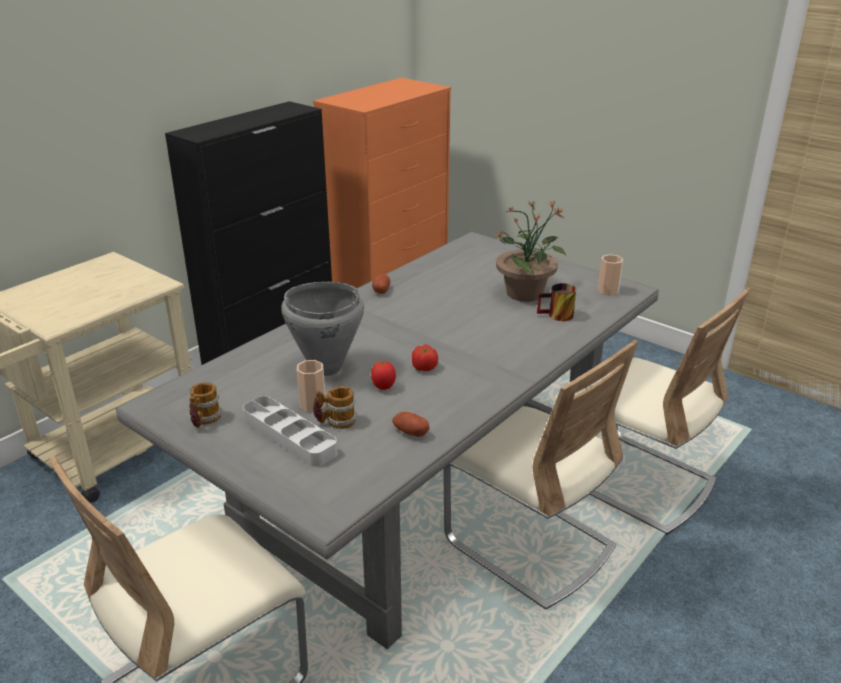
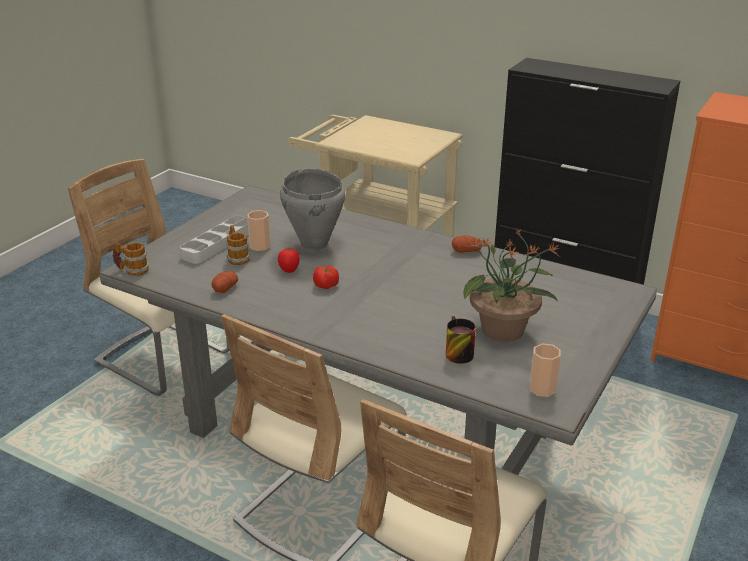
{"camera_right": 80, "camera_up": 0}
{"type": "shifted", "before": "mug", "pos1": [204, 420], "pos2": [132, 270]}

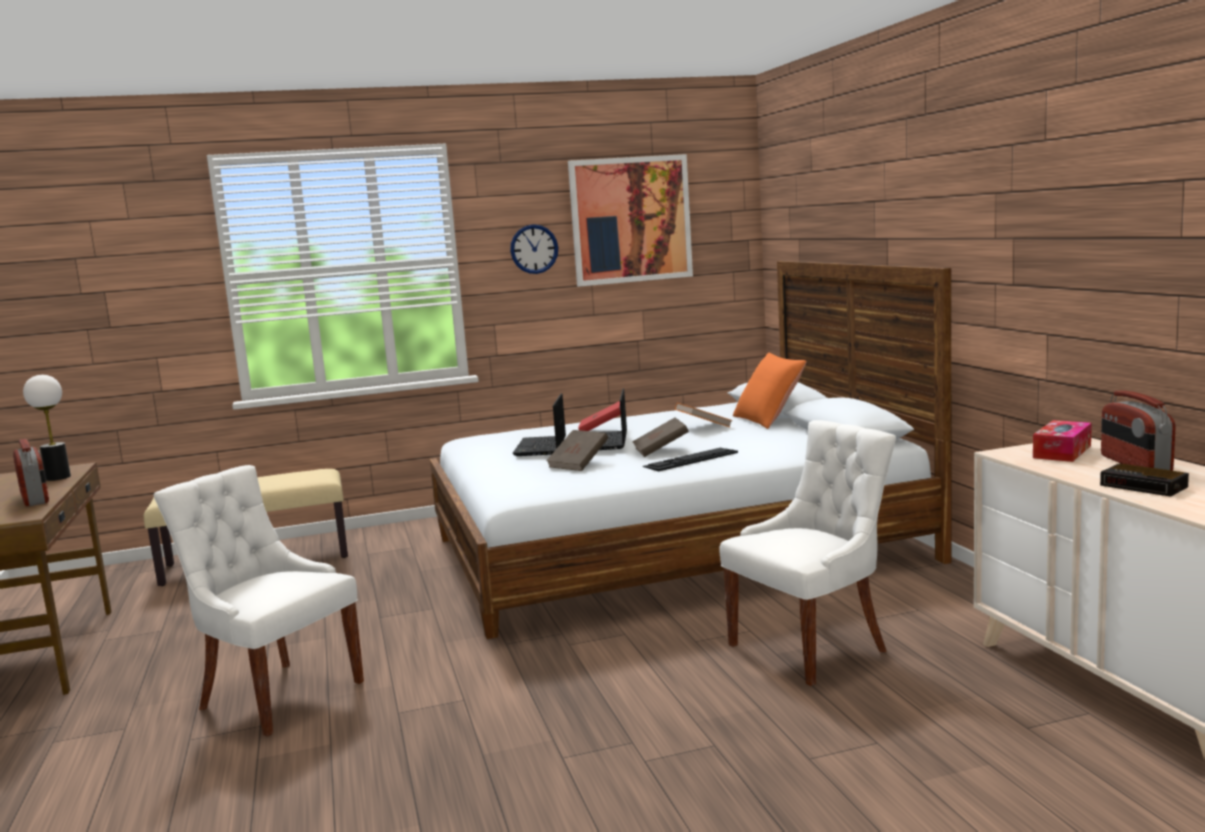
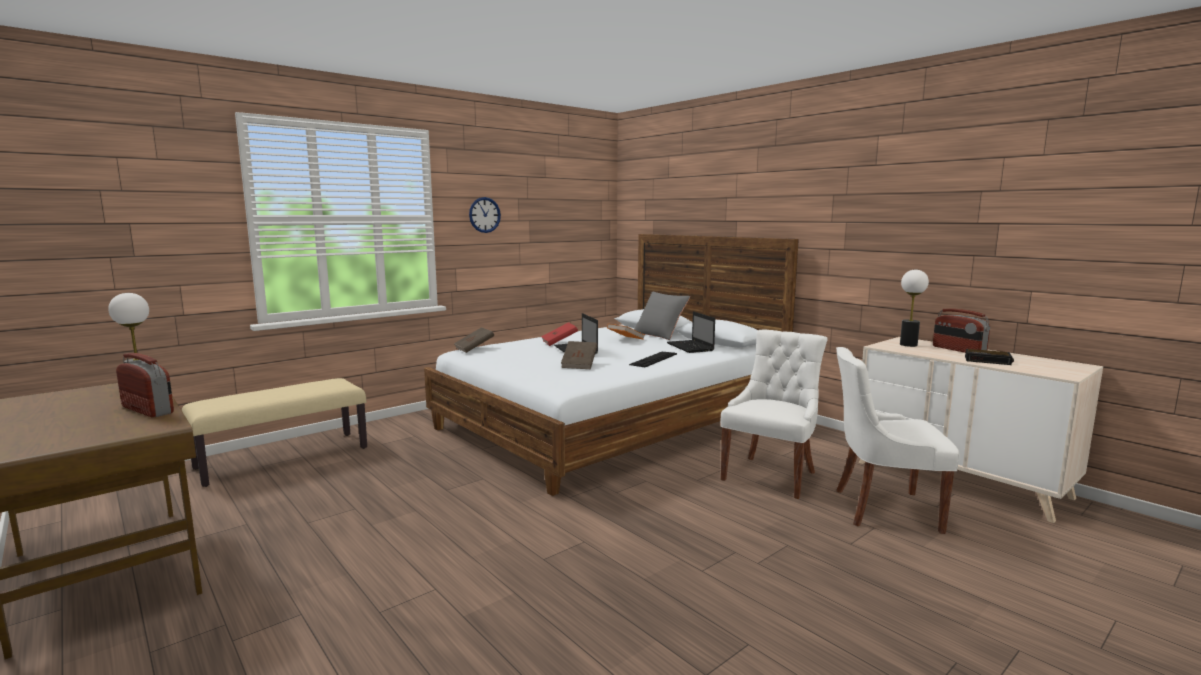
{"camera_right": -25, "camera_up": 0}
{"type": "shifted", "before": "white chair", "pos1": [277, 695], "pos2": [883, 509]}
{"type": "shifted", "before": "laptop", "pos1": [541, 448], "pos2": [691, 347]}
{"type": "gone", "before": "picture", "pos1": [631, 220]}
{"type": "shifted", "before": "brown book", "pos1": [661, 450], "pos2": [474, 348]}
{"type": "repainted", "before": "orange pillow", "after": "grey pillow", "pos1": [769, 419], "pos2": [660, 334]}
{"type": "swapped", "before": "tissue box", "after": "table lamp", "pos1": [1062, 452], "pos2": [908, 345]}

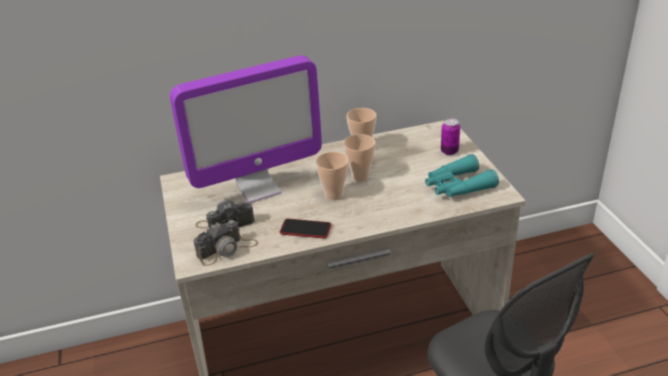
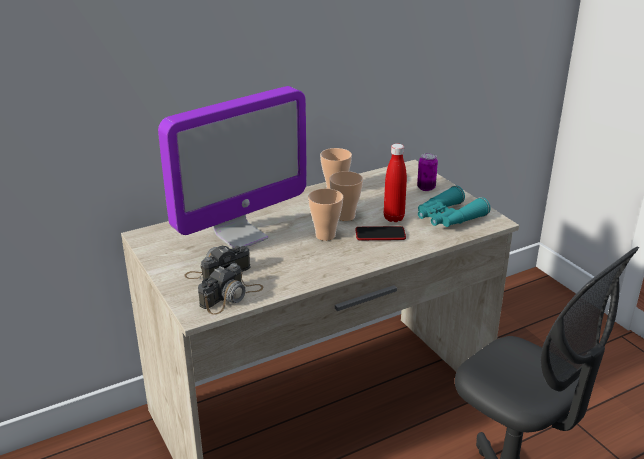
{"camera_right": -15, "camera_up": -5}
{"type": "shifted", "before": "phone", "pos1": [305, 229], "pos2": [380, 234]}
{"type": "new", "after": "red bottle", "pos2": [393, 218]}

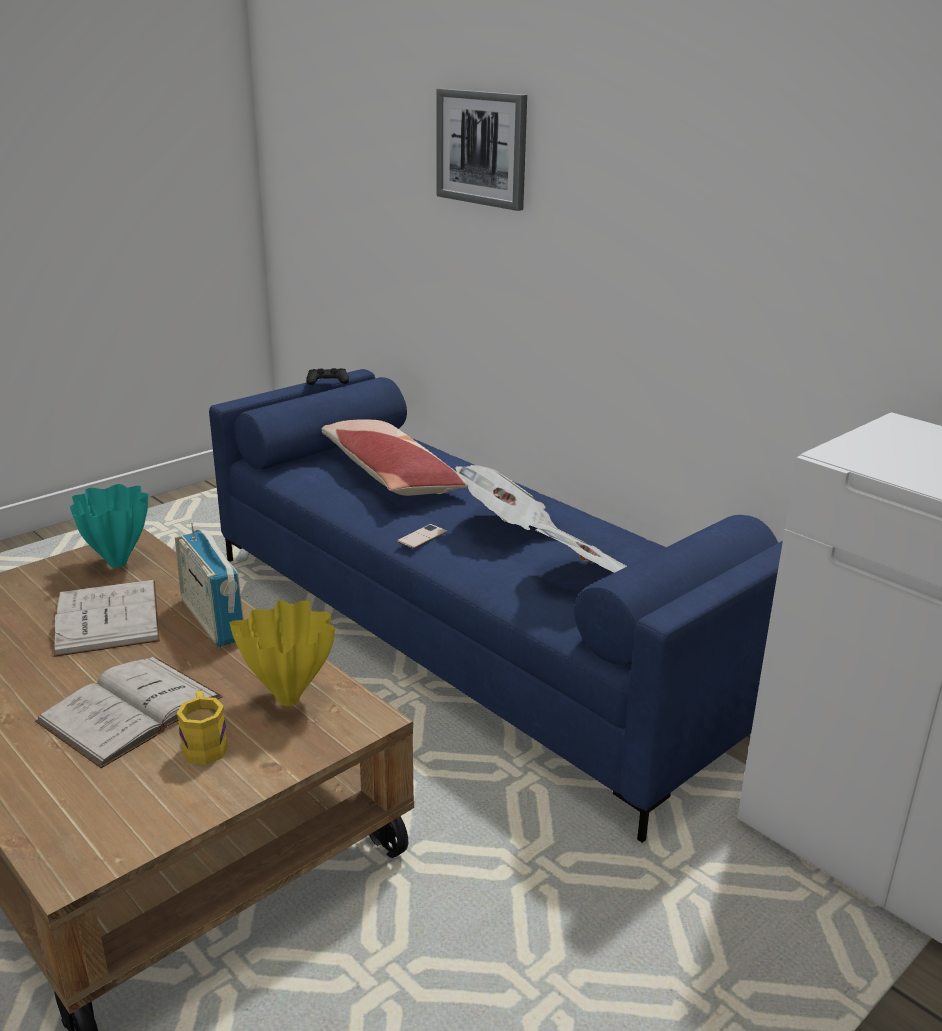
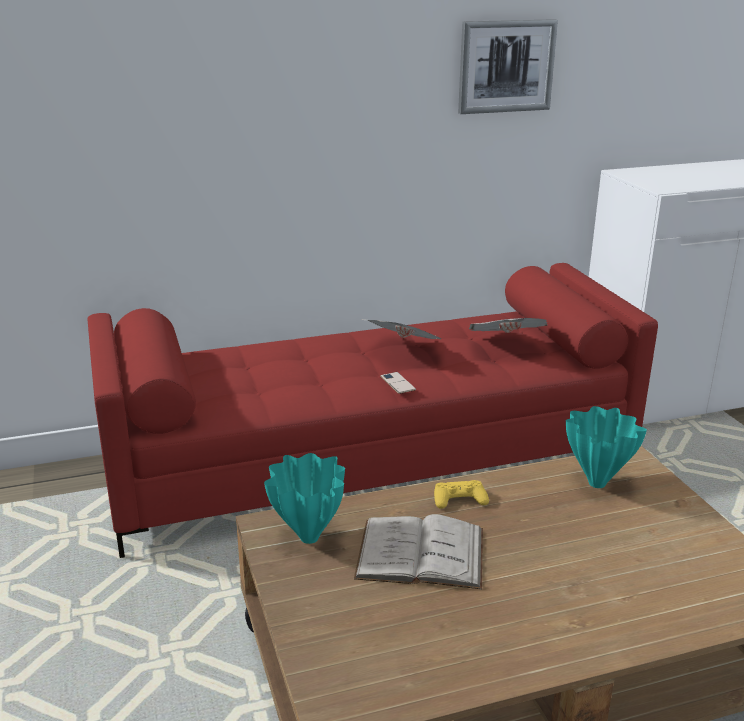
{"camera_right": -65, "camera_up": 0}
{"type": "gone", "before": "white book", "pos1": [130, 709]}
{"type": "swapped", "before": "radio", "after": "yellow game controller", "pos1": [213, 620], "pos2": [459, 499]}
{"type": "gone", "before": "yellow mug", "pos1": [204, 744]}
{"type": "repainted", "before": "blue sofa", "after": "red sofa", "pos1": [472, 637], "pos2": [372, 461]}
{"type": "repainted", "before": "yellow vase", "after": "turquoise vase", "pos1": [290, 699], "pos2": [597, 482]}
{"type": "gone", "before": "black game controller", "pos1": [327, 381]}
{"type": "gone", "before": "pillow", "pos1": [390, 475]}
{"type": "shifted", "before": "picture", "pos1": [482, 148], "pos2": [506, 66]}

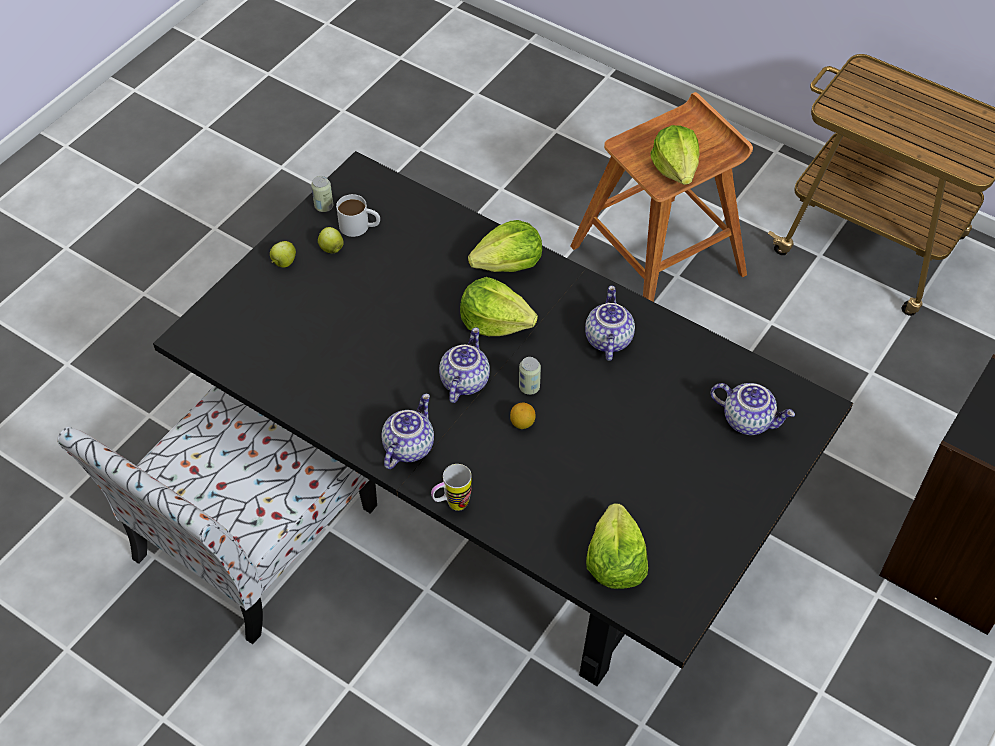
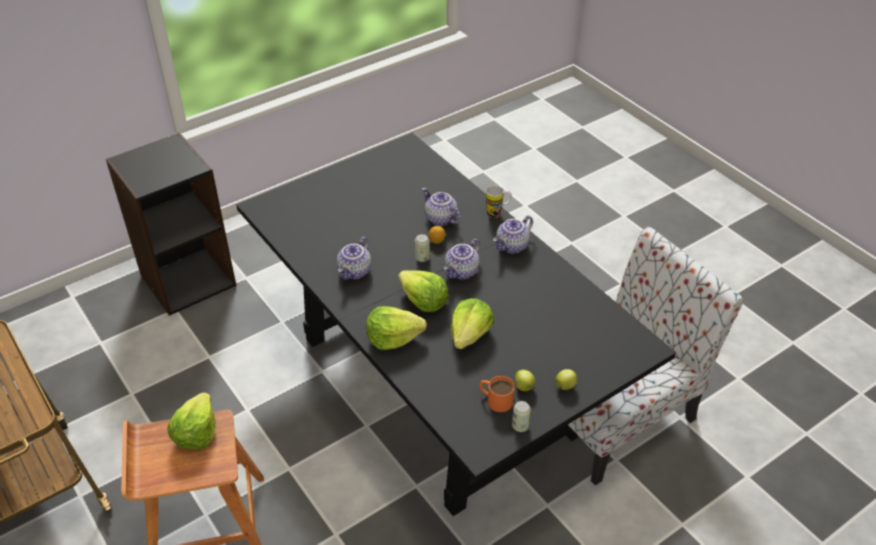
{"camera_right": -160, "camera_up": -10}
{"type": "repainted", "before": "white mug", "after": "orange mug", "pos1": [360, 226], "pos2": [495, 399]}
{"type": "shifted", "before": "lettuce", "pos1": [615, 561], "pos2": [470, 335]}
{"type": "shifted", "before": "teapot", "pos1": [748, 419], "pos2": [440, 219]}

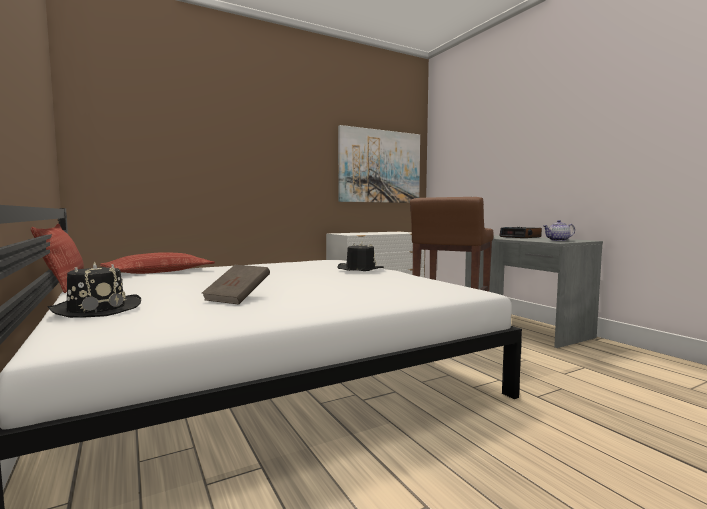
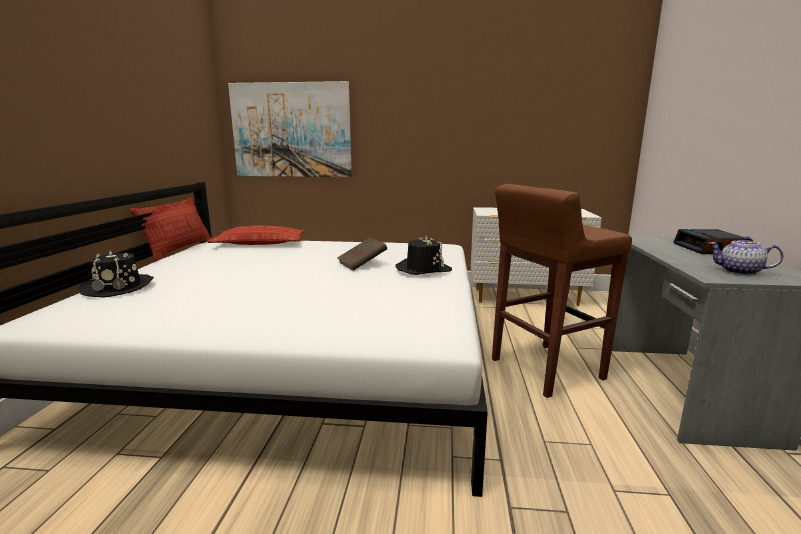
{"camera_right": 35, "camera_up": 10}
{"type": "shifted", "before": "brown book", "pos1": [237, 298], "pos2": [362, 264]}
{"type": "shifted", "before": "picture", "pos1": [380, 166], "pos2": [291, 130]}

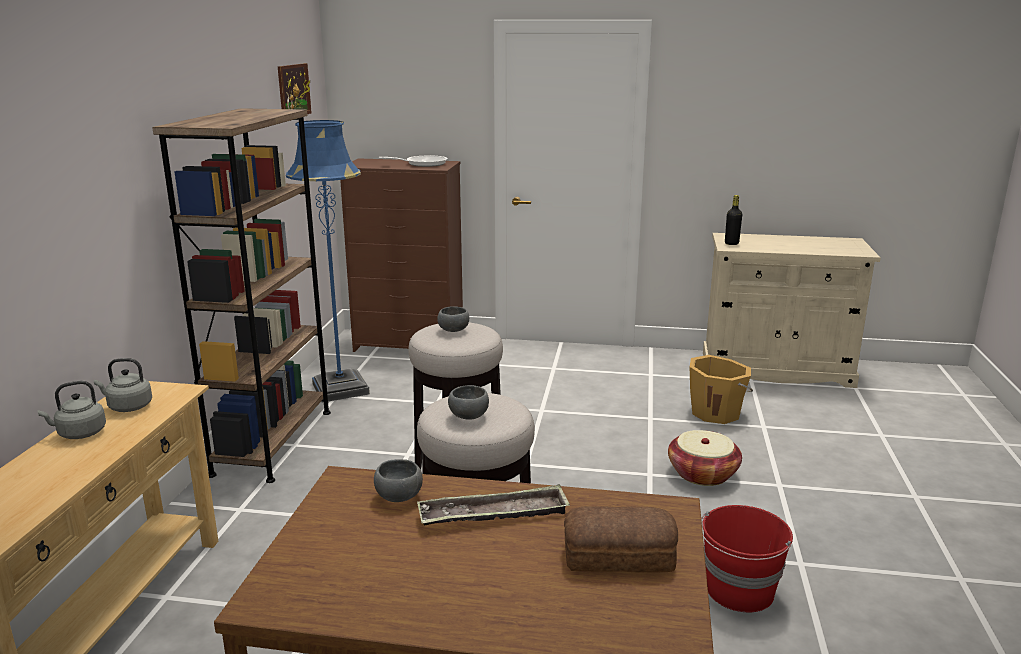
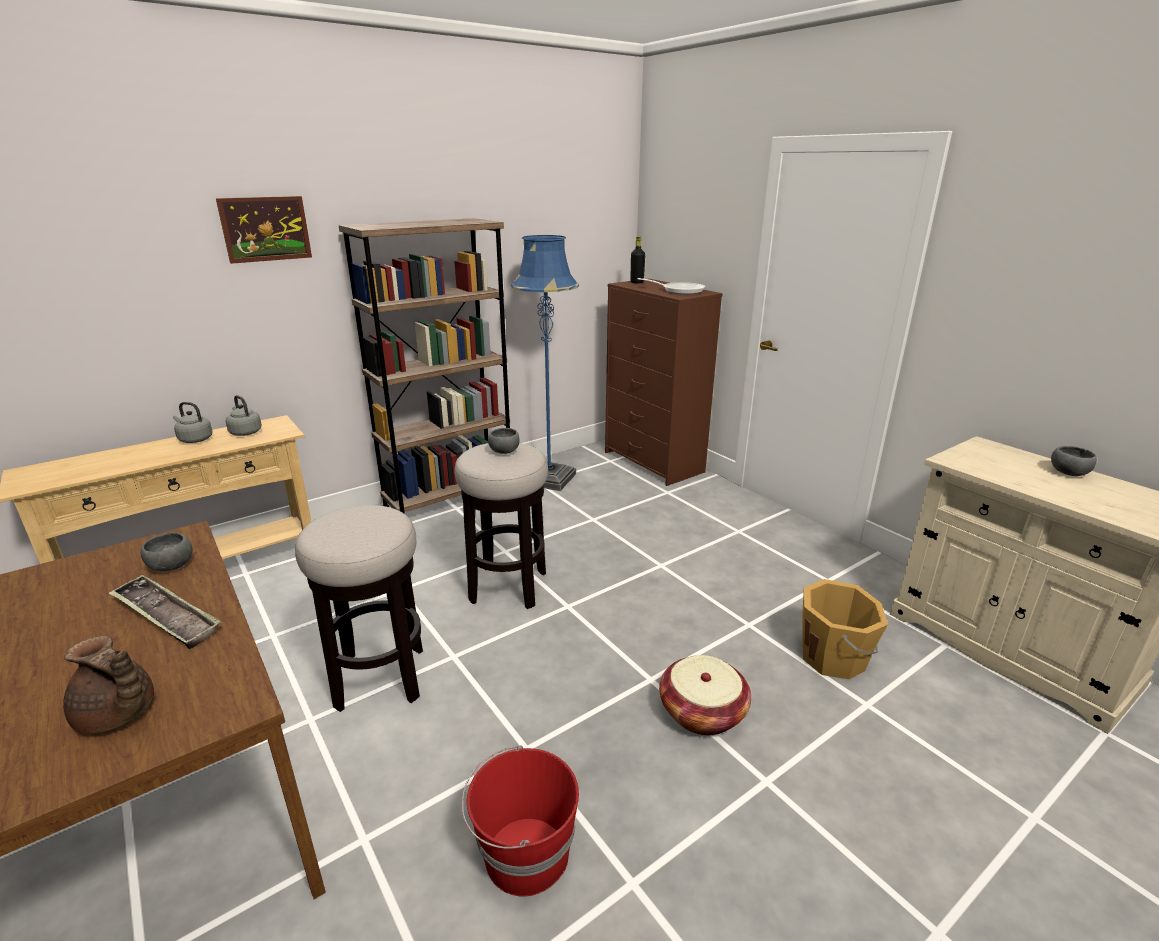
{"camera_right": 45, "camera_up": 5}
{"type": "shifted", "before": "picture", "pos1": [293, 91], "pos2": [265, 229]}
{"type": "shifted", "before": "grey bowl", "pos1": [469, 417], "pos2": [1068, 473]}
{"type": "swapped", "before": "bread", "after": "brown teapot", "pos1": [620, 556], "pos2": [118, 715]}
{"type": "shifted", "before": "black bottle", "pos1": [731, 243], "pos2": [637, 282]}

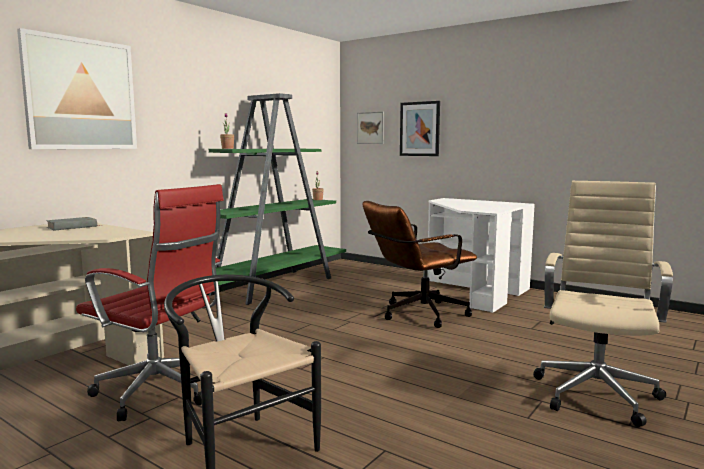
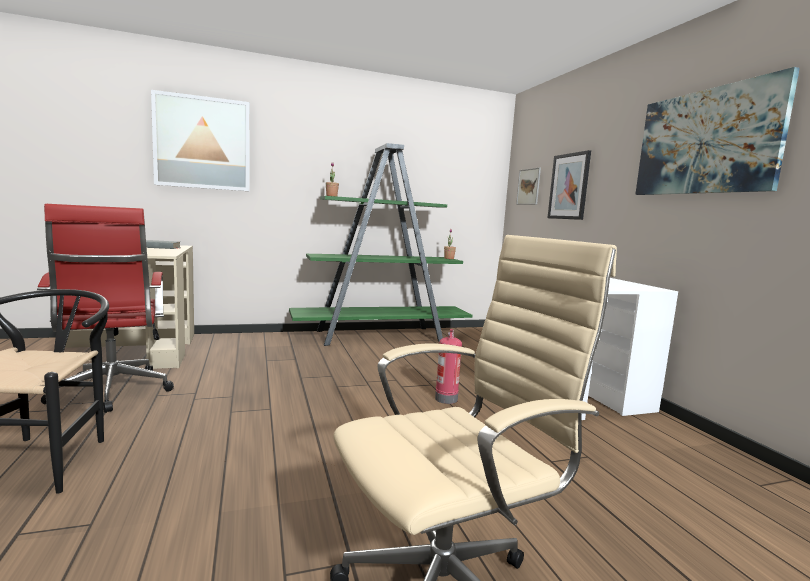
{"camera_right": 35, "camera_up": 0}
{"type": "swapped", "before": "brown office chair", "after": "fire extinguisher", "pos1": [416, 315], "pos2": [446, 398]}
{"type": "new", "after": "picture", "pos2": [705, 142]}

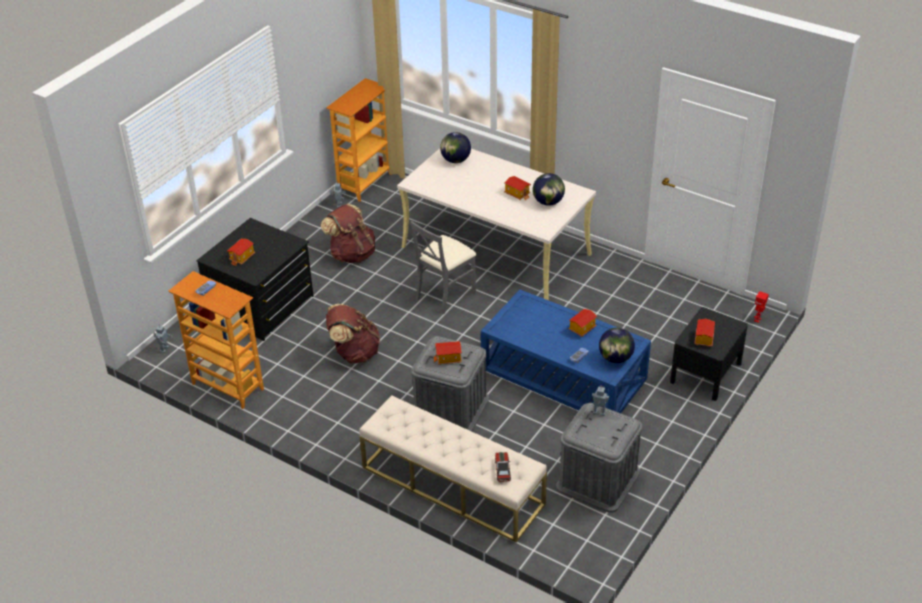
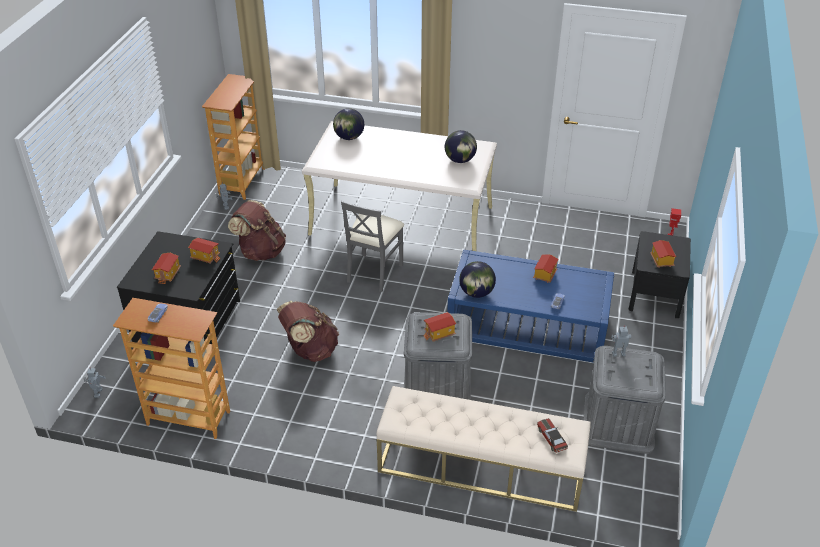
{"camera_right": -20, "camera_up": 0}
{"type": "shifted", "before": "toy house", "pos1": [517, 194], "pos2": [206, 257]}
{"type": "shifted", "before": "globe", "pos1": [615, 358], "pos2": [476, 293]}

